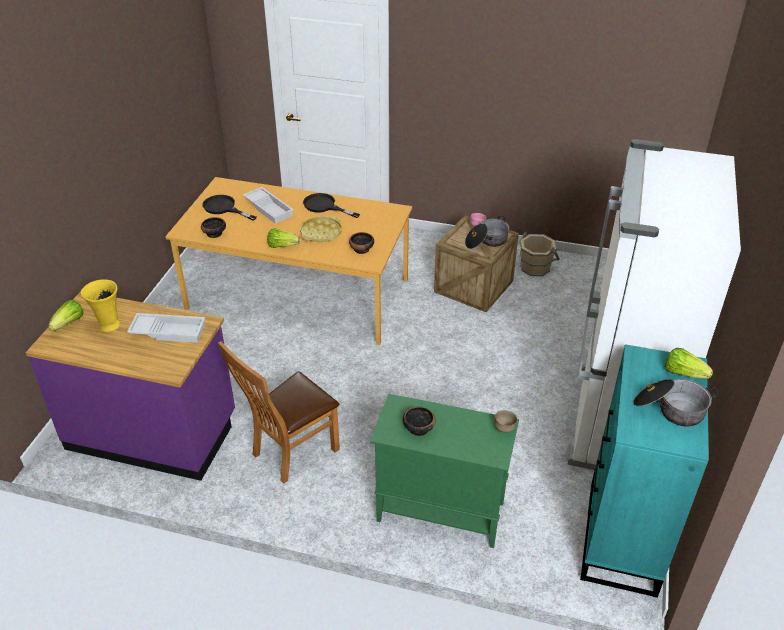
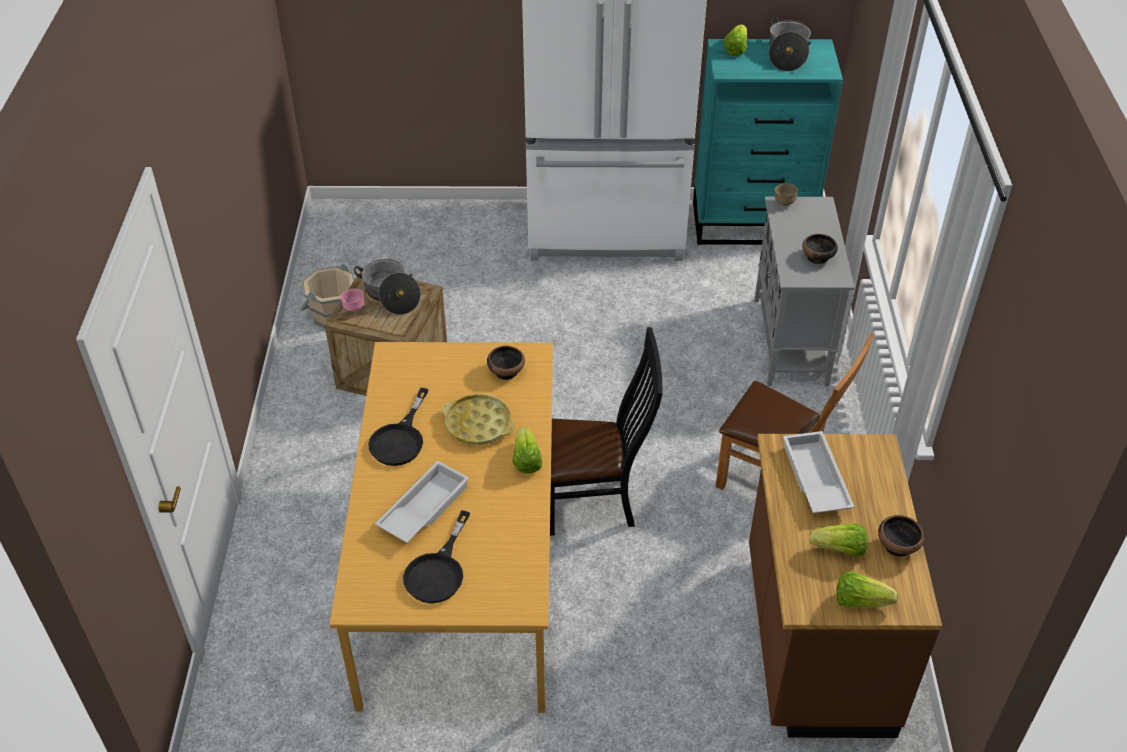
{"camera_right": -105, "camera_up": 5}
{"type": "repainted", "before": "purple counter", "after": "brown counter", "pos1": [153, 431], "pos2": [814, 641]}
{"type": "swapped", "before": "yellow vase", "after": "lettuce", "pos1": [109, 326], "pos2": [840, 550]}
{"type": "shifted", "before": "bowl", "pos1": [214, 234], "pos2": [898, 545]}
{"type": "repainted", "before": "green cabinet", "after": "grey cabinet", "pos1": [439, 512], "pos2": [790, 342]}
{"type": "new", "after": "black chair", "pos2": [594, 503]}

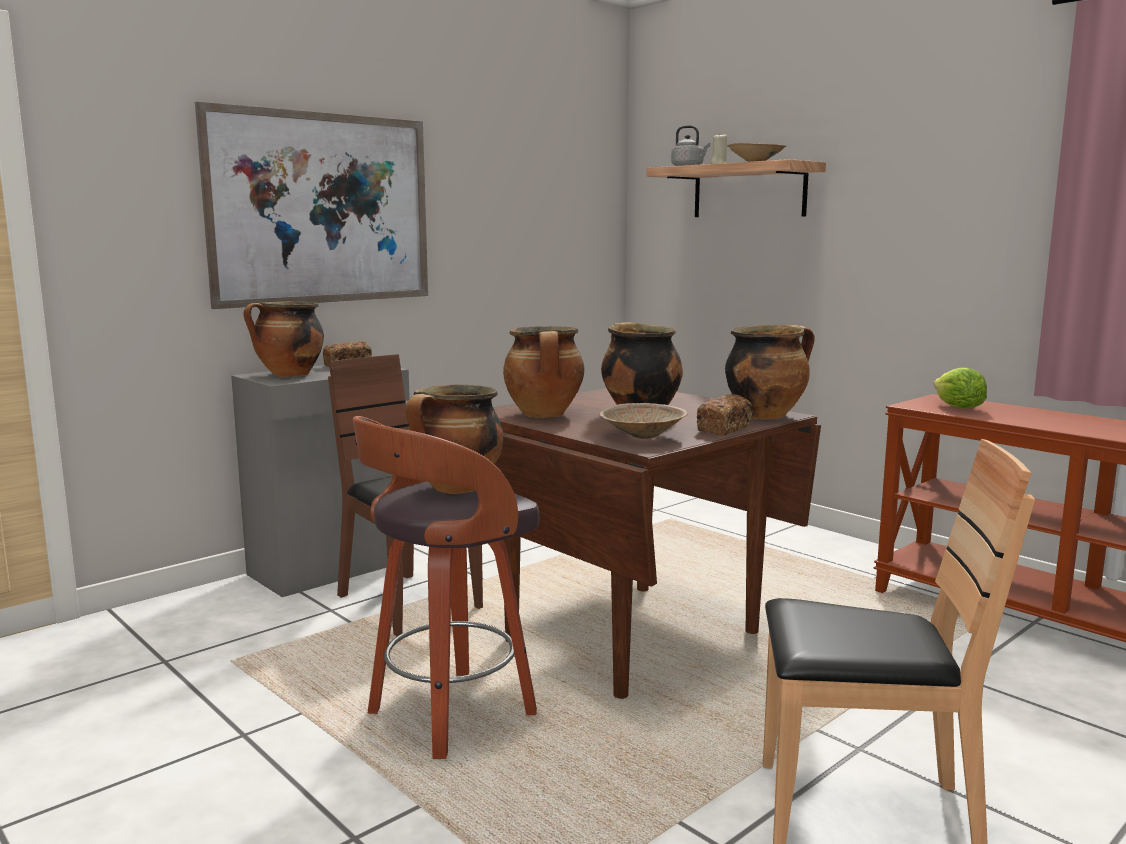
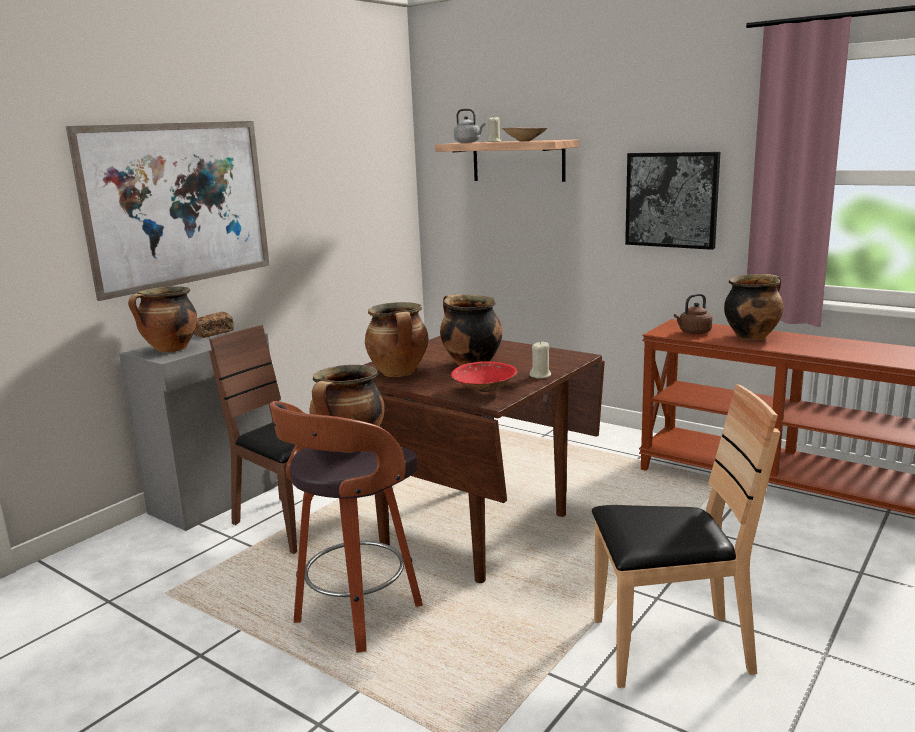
{"camera_right": -10, "camera_up": 5}
{"type": "repainted", "before": "beige bowl", "after": "red bowl", "pos1": [642, 437], "pos2": [484, 390]}
{"type": "swapped", "before": "bread", "after": "beige candle", "pos1": [724, 429], "pos2": [540, 375]}
{"type": "shifted", "before": "cooking pot", "pos1": [766, 415], "pos2": [751, 336]}
{"type": "swapped", "before": "lettuce", "after": "brown kettle", "pos1": [957, 408], "pos2": [693, 332]}
{"type": "new", "after": "picture", "pos2": [671, 200]}

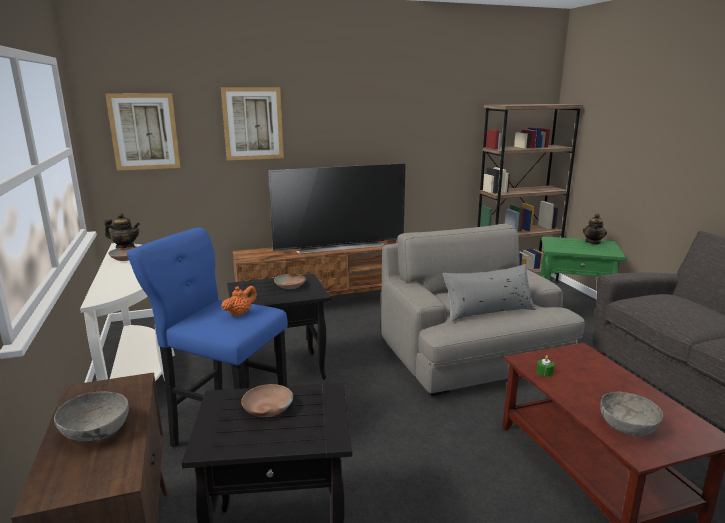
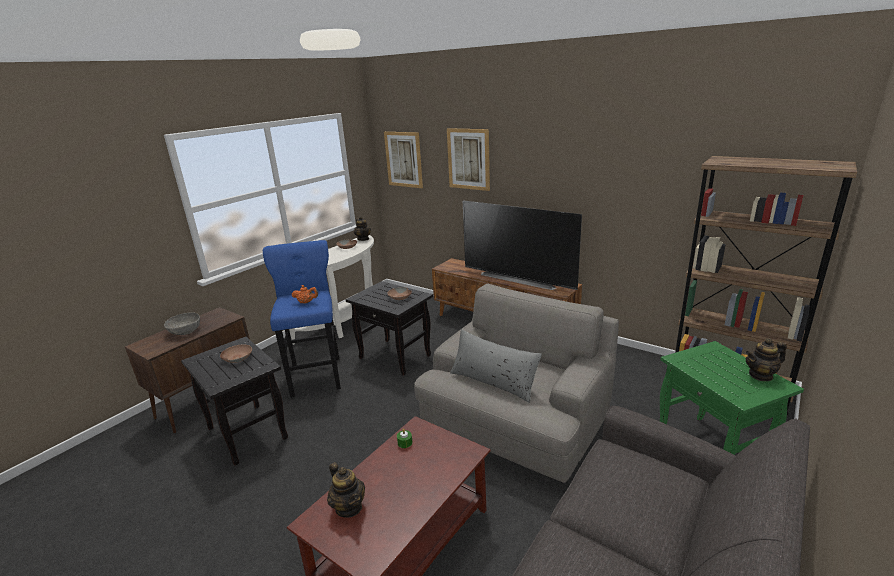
{"camera_right": 55, "camera_up": 5}
{"type": "swapped", "before": "grey bowl", "after": "teapot", "pos1": [627, 426], "pos2": [349, 507]}

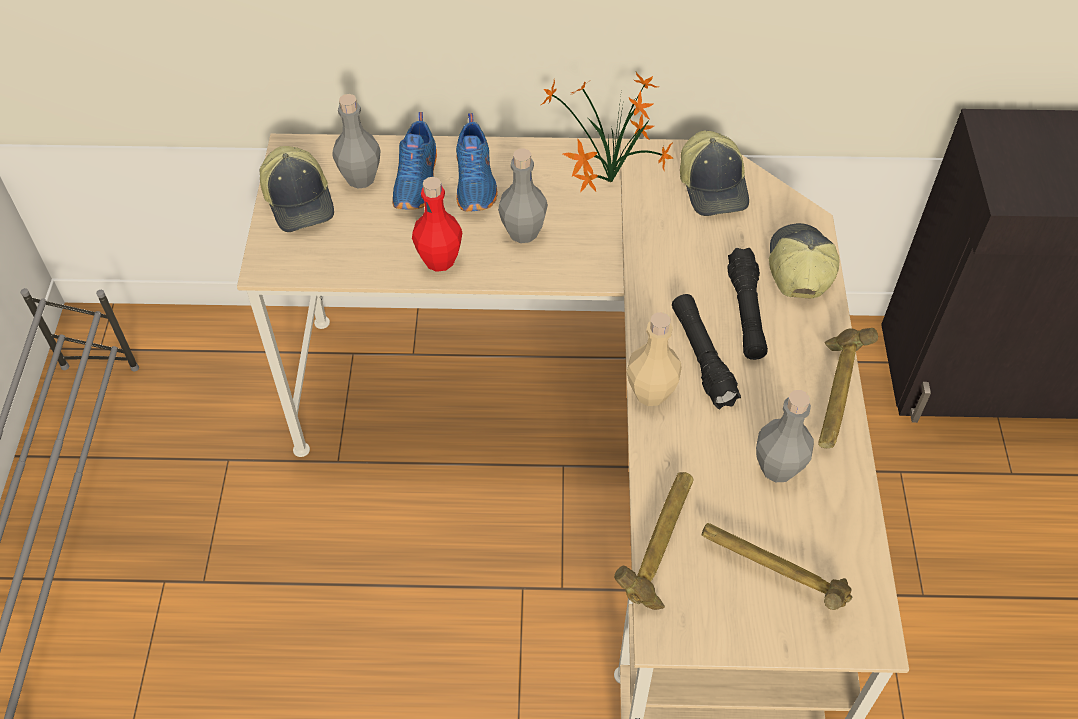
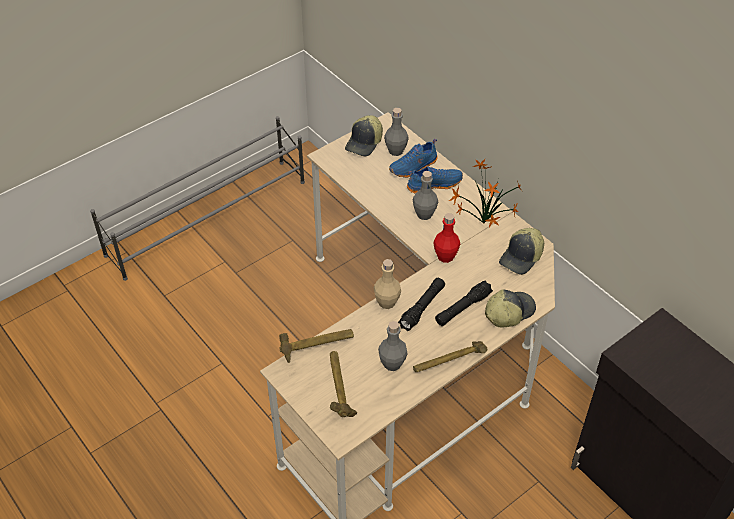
{"camera_right": 50, "camera_up": -5}
{"type": "shifted", "before": "red bottle", "pos1": [439, 260], "pos2": [445, 256]}
{"type": "rotated", "before": "blue shoe", "pos1": [476, 182], "pos2": [434, 184], "turn": -150}

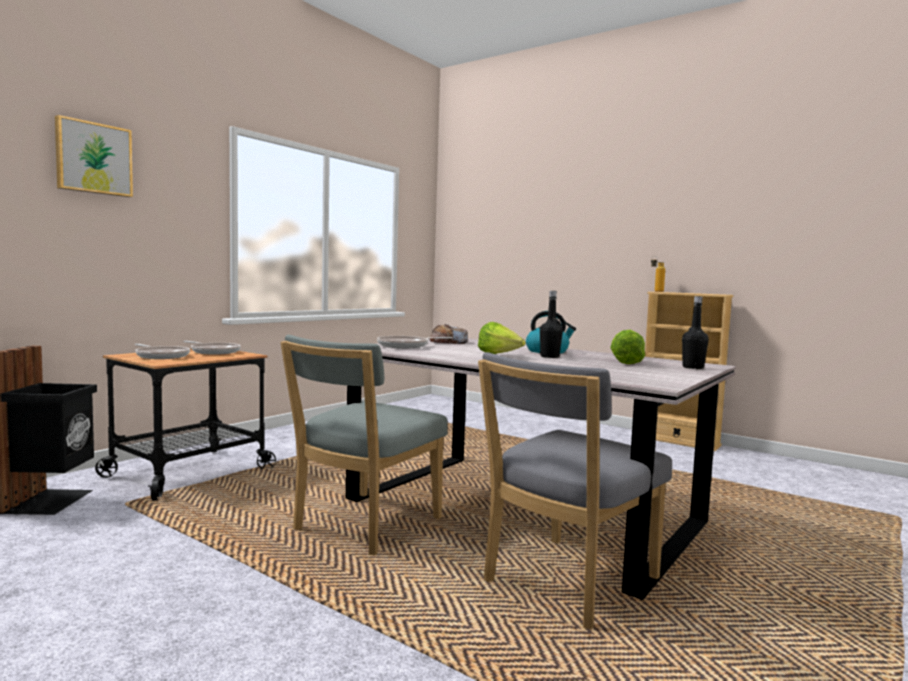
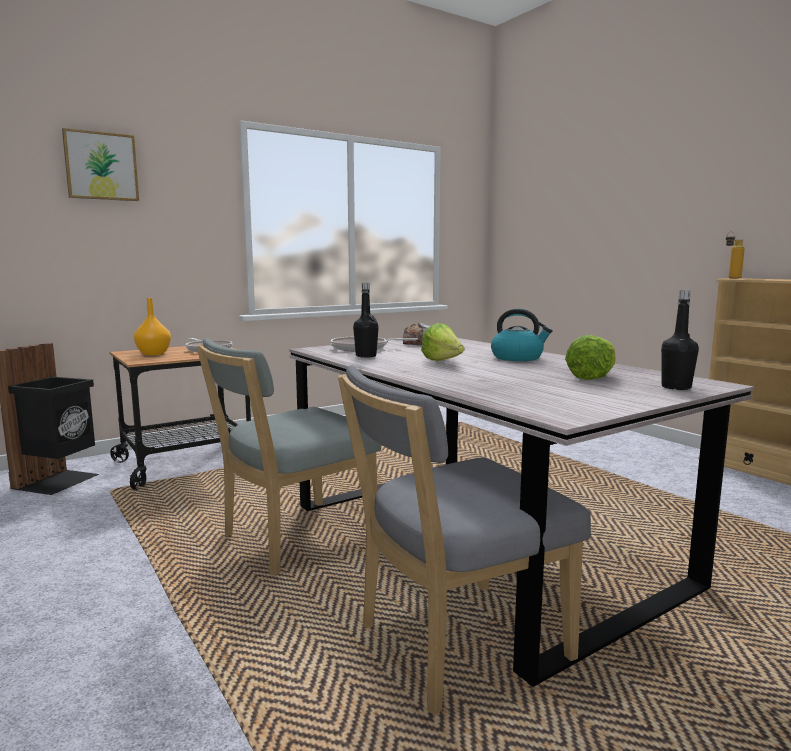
{"camera_right": 20, "camera_up": 5}
{"type": "swapped", "before": "frying pan", "after": "orange vase", "pos1": [161, 356], "pos2": [154, 354]}
{"type": "shifted", "before": "black bottle", "pos1": [549, 356], "pos2": [366, 356]}

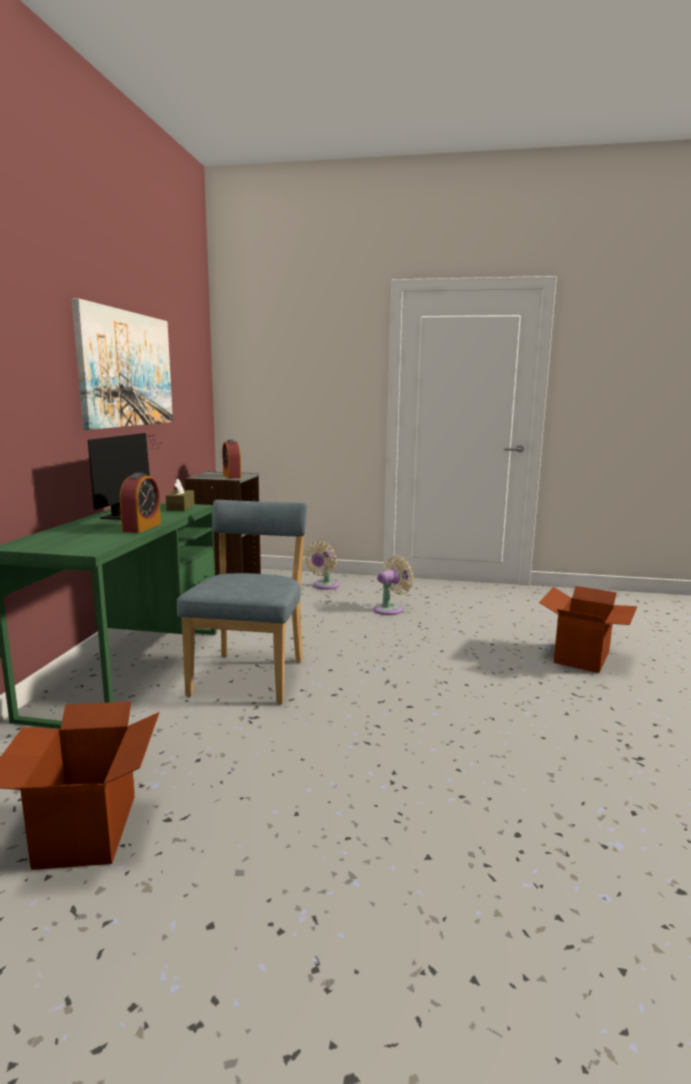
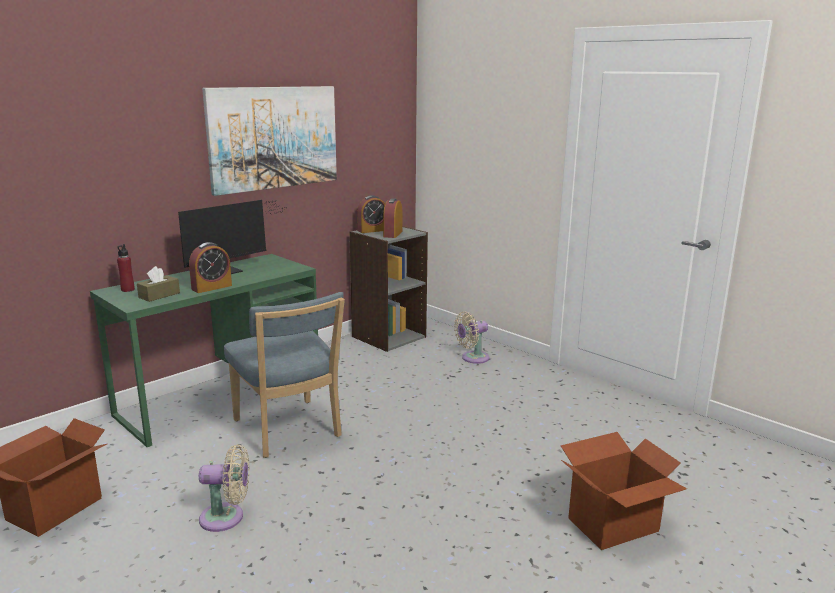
{"camera_right": 35, "camera_up": 5}
{"type": "shifted", "before": "brown tissue box", "pos1": [180, 507], "pos2": [159, 295]}
{"type": "rotated", "before": "blue chair", "pos1": [251, 675], "pos2": [289, 431], "turn": 105}
{"type": "shifted", "before": "beige fan", "pos1": [390, 609], "pos2": [226, 518]}
{"type": "new", "after": "red bottle", "pos2": [127, 290]}
{"type": "new", "after": "alarm clock", "pos2": [372, 230]}

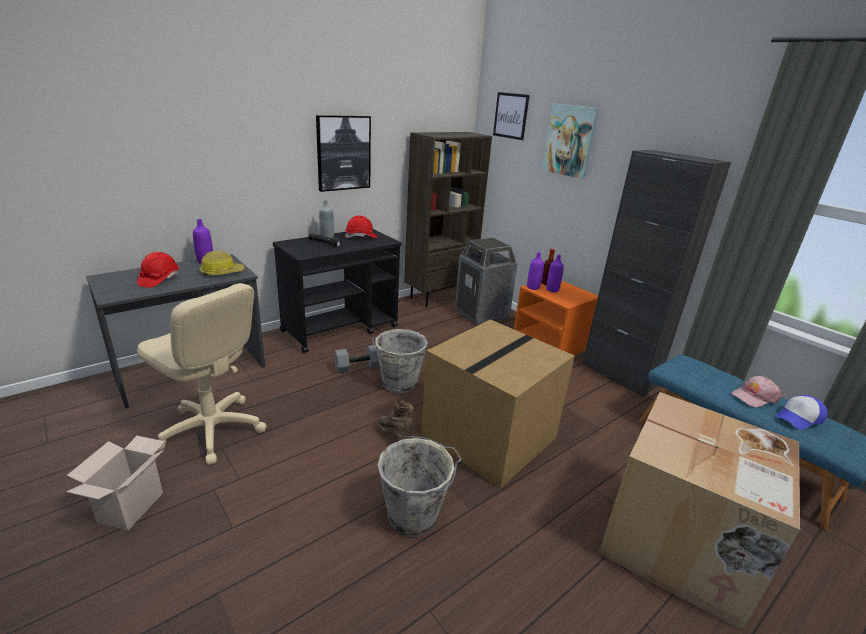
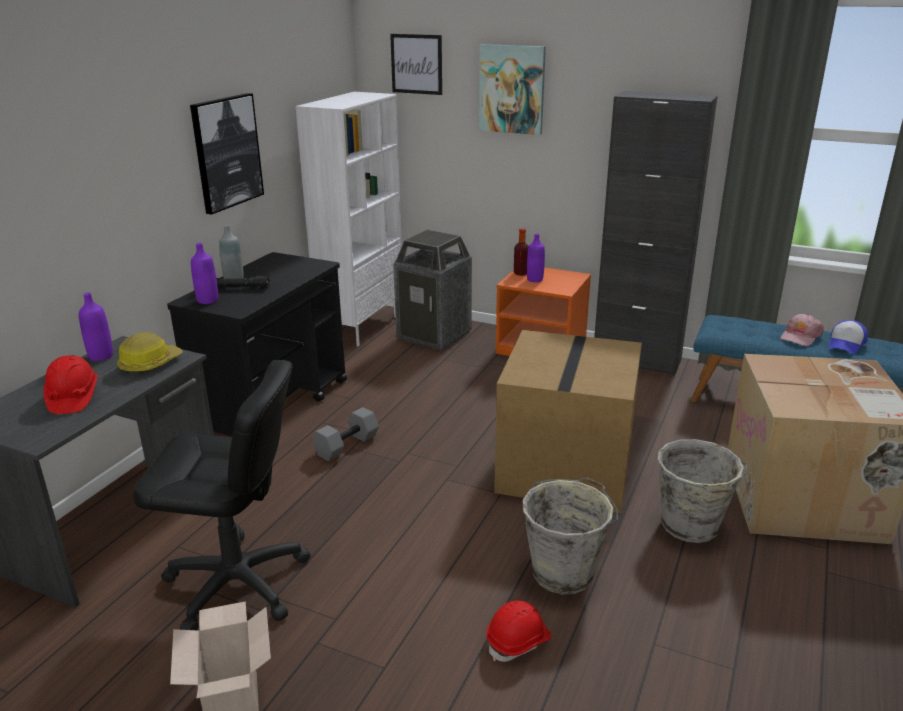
{"camera_right": -25, "camera_up": 0}
{"type": "repainted", "before": "beige office chair", "after": "black office chair", "pos1": [212, 430], "pos2": [237, 584]}
{"type": "shifted", "before": "red hard hat", "pos1": [361, 237], "pos2": [518, 642]}
{"type": "shifted", "before": "grey bucket", "pos1": [398, 384], "pos2": [690, 527]}
{"type": "gone", "before": "brown boot", "pos1": [396, 437]}
{"type": "repainted", "before": "brown bookcase", "after": "white bookcase", "pos1": [439, 296], "pos2": [361, 327]}
{"type": "shifted", "before": "purple bottle", "pos1": [533, 287], "pos2": [207, 300]}

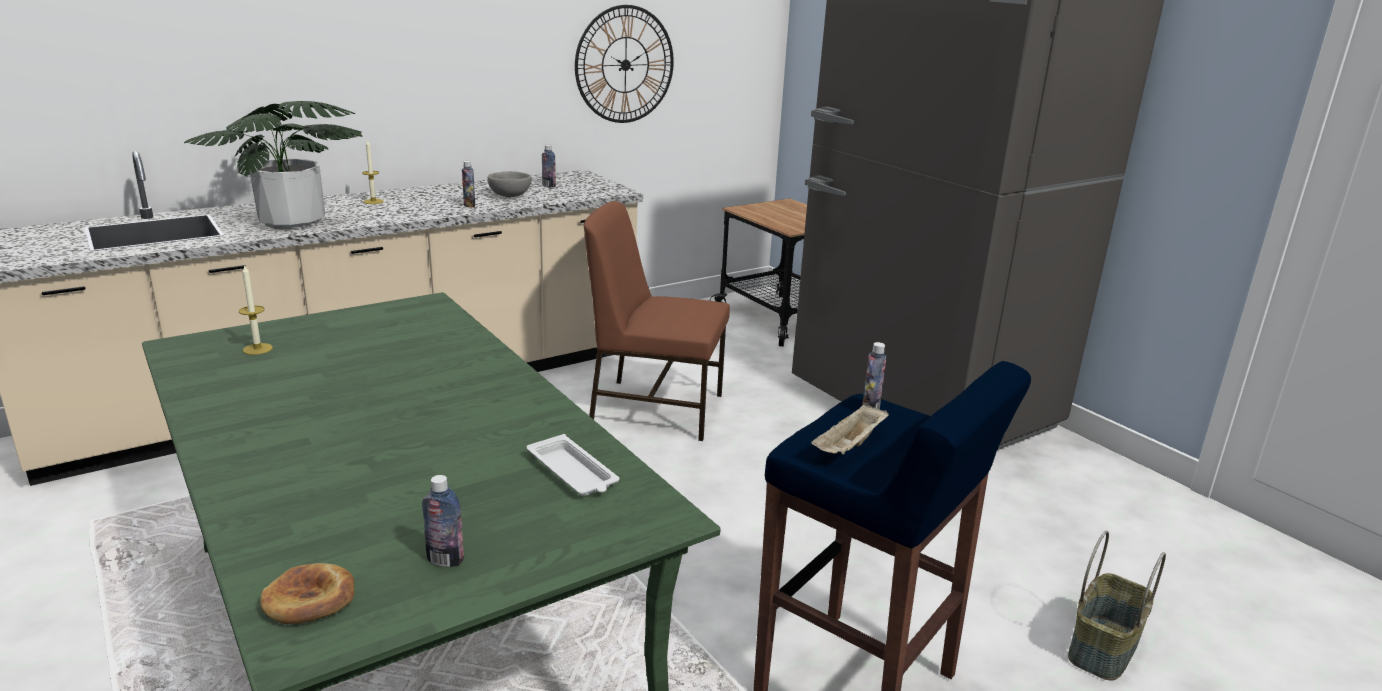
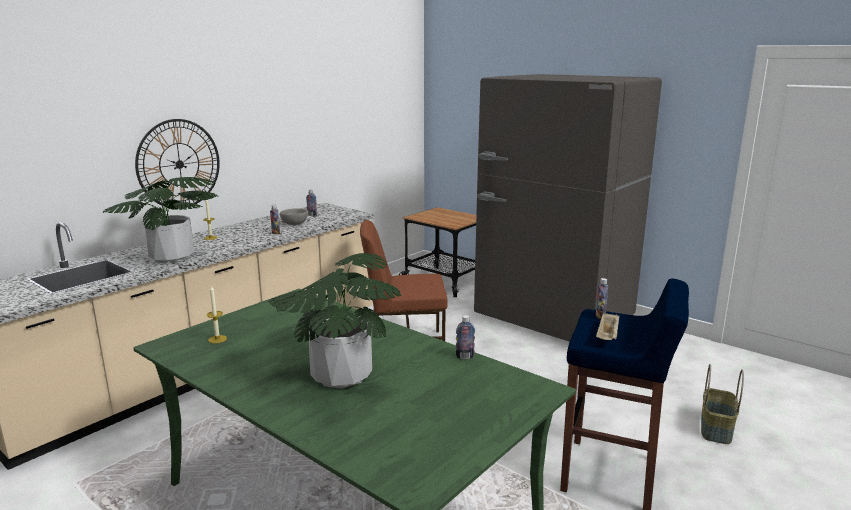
{"camera_right": -15, "camera_up": -5}
{"type": "gone", "before": "bread", "pos1": [310, 599]}
{"type": "shifted", "before": "bottle", "pos1": [445, 560], "pos2": [465, 357]}
{"type": "gone", "before": "white tray", "pos1": [573, 473]}
{"type": "shifted", "before": "wall clock", "pos1": [625, 65], "pos2": [179, 164]}
{"type": "new", "after": "potted plant", "pos2": [341, 376]}

